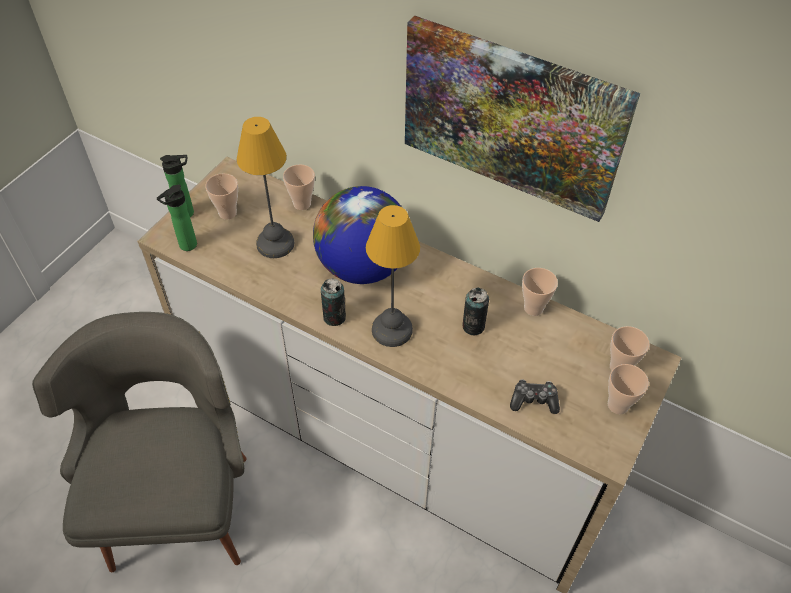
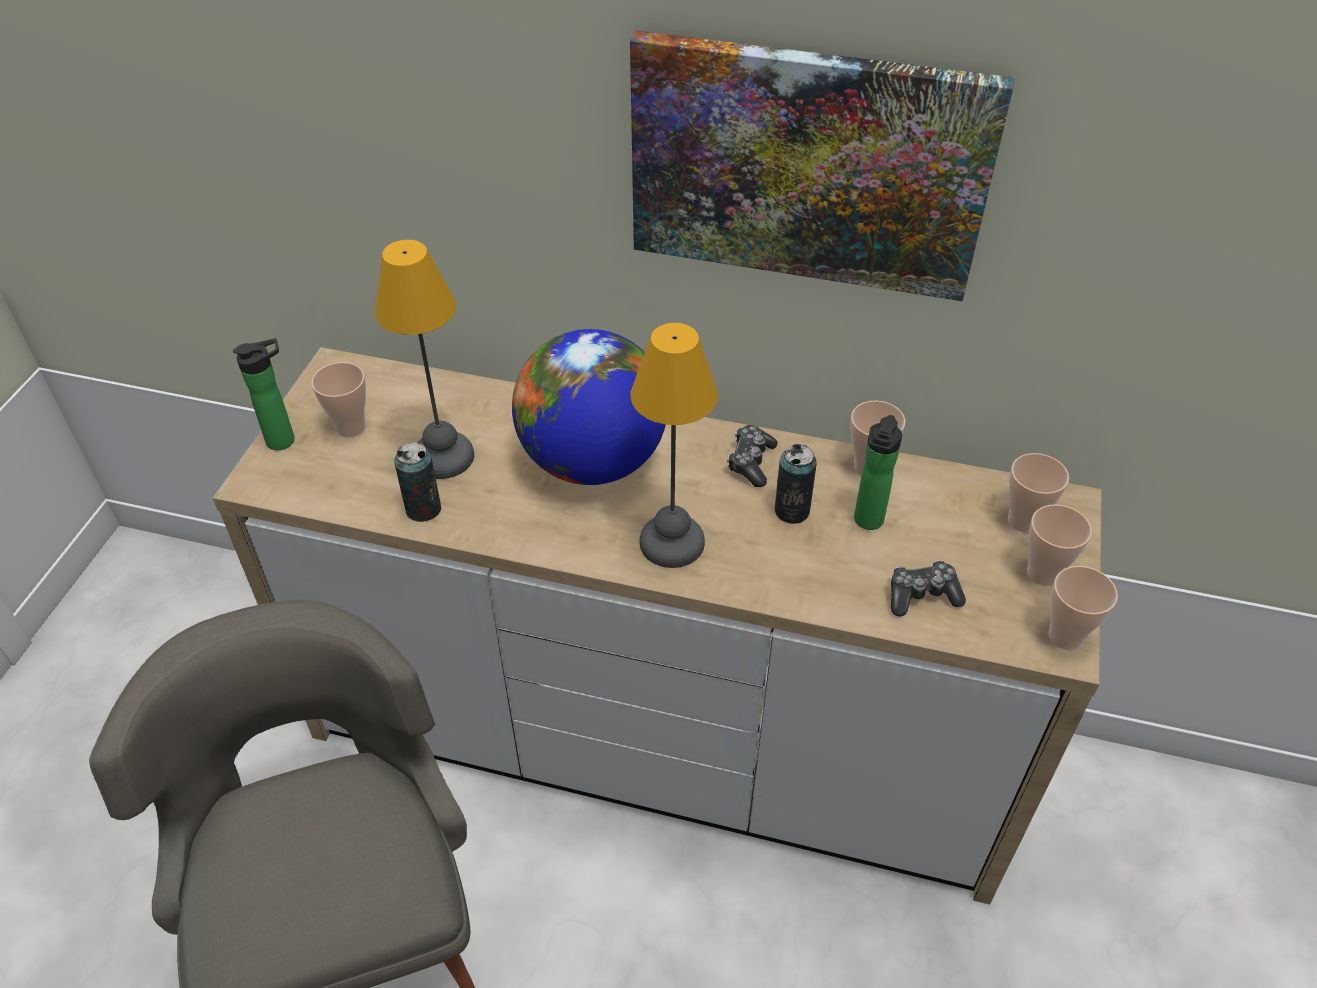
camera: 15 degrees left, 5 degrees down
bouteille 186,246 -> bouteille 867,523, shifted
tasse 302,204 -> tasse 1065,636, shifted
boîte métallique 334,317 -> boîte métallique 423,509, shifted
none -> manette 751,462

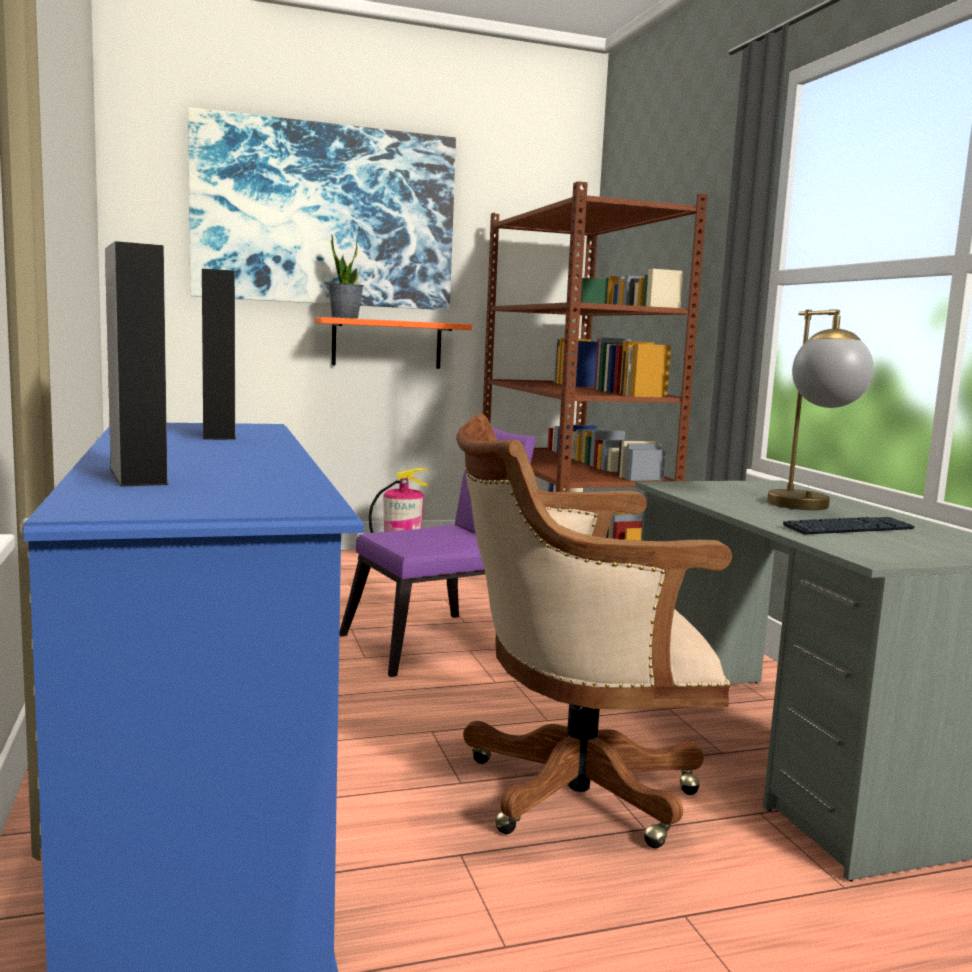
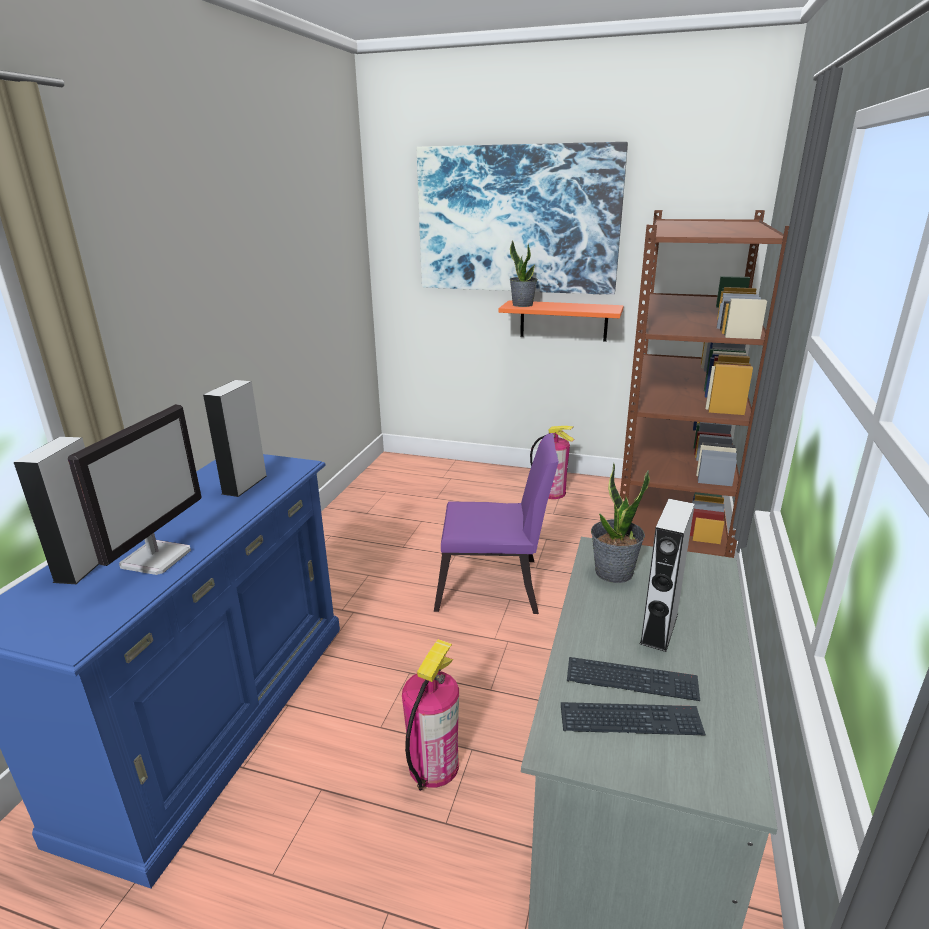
camera: 35 degrees right, 15 degrees up
chaise de bureau 568,792 -> extincteur 433,765
lampe de table 809,509 -> enceinte [gris] 659,628
none -> écran d'ordinateur 157,557
none -> clavier 630,721
none -> plante en pot 613,572

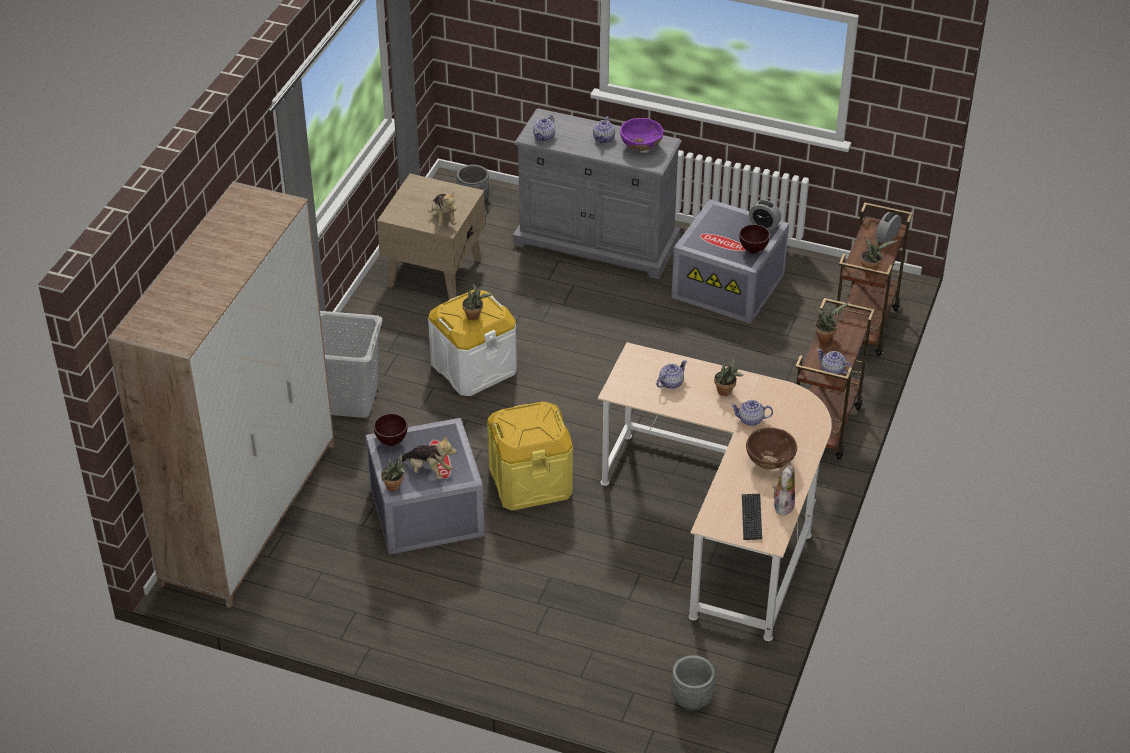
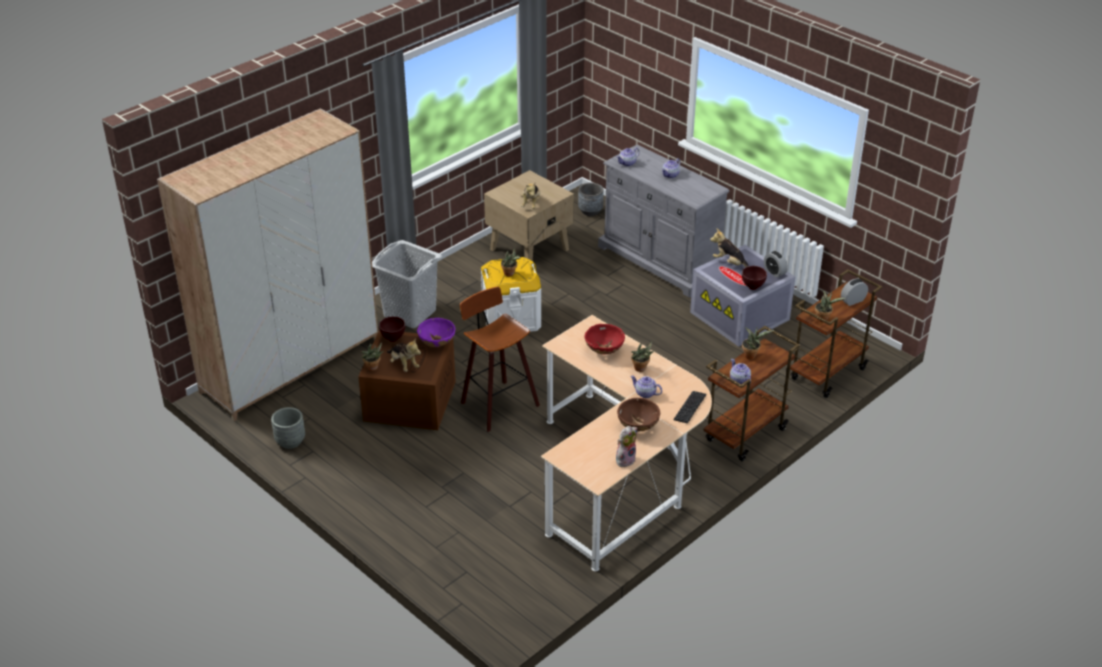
camera: 25 degrees right, 5 degrees down
boîte de rangement [gris] 425,510 -> boîte de rangement [marron] 409,400
boîte de rangement [jaune] 530,481 -> tabouret 496,404
bol [violet] 641,147 -> bol [violet] 437,343, shifted
théière 671,382 -> bol [rouge] 604,351
cache-pot [gris] 691,699 -> cache-pot [gris] 290,441, shifted
clavier 751,517 -> clavier 690,408, shifted
none -> peluche 730,263

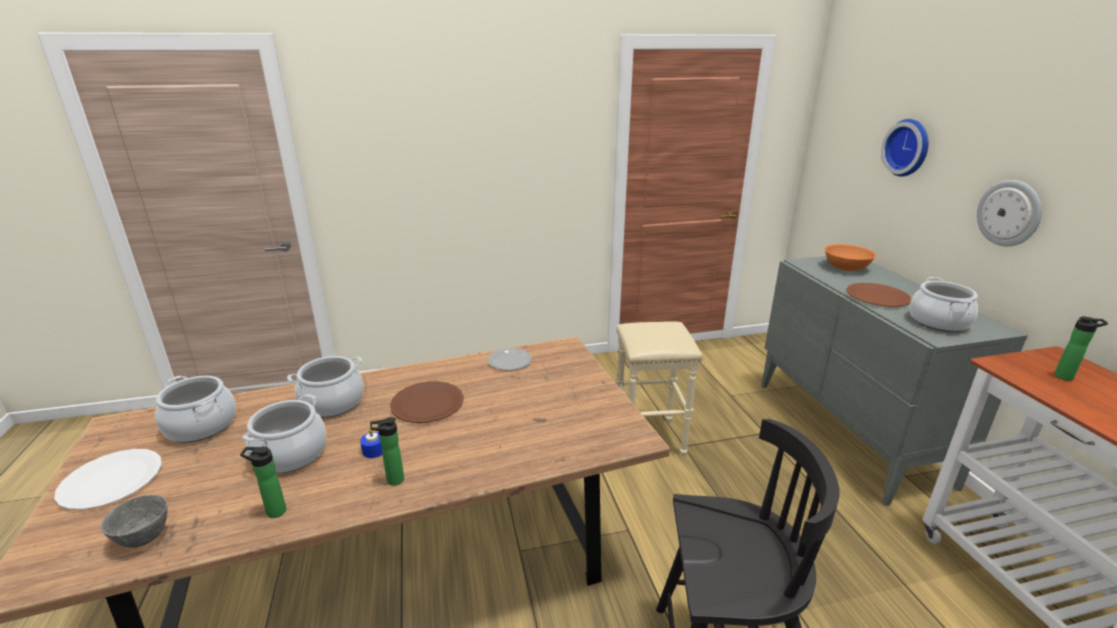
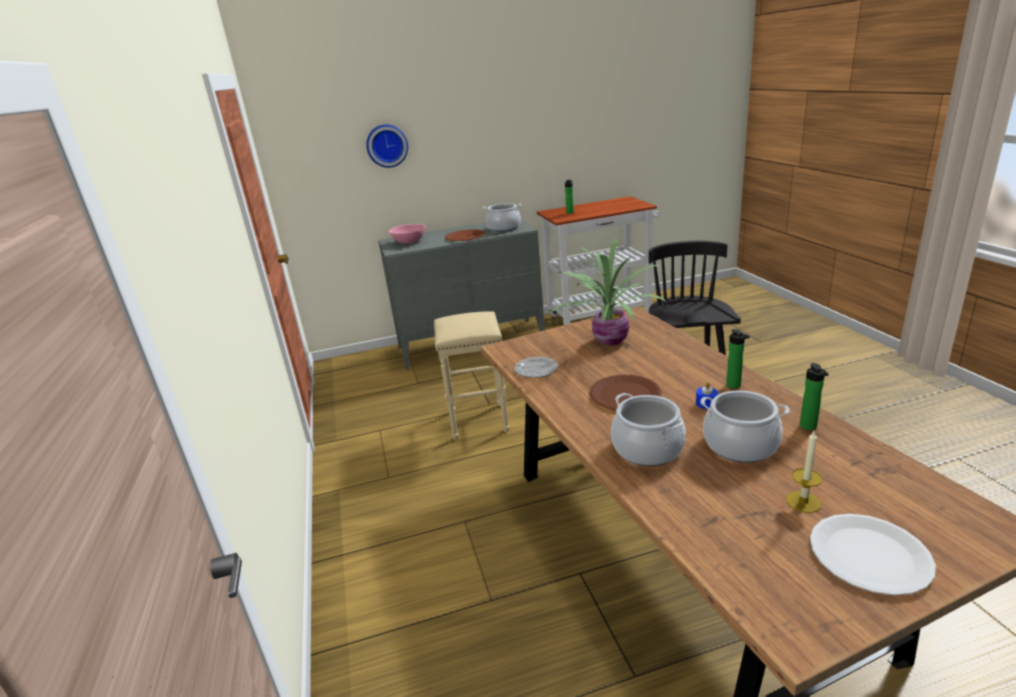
camera: 90 degrees left, 0 degrees up
bol [gris] 143,538 -> none
marmite 202,426 -> none
bol [orange] 846,267 -> bol [rose] 409,241
horloge murale 1009,213 -> none
none -> plante en pot 608,341
none -> bougie 803,502

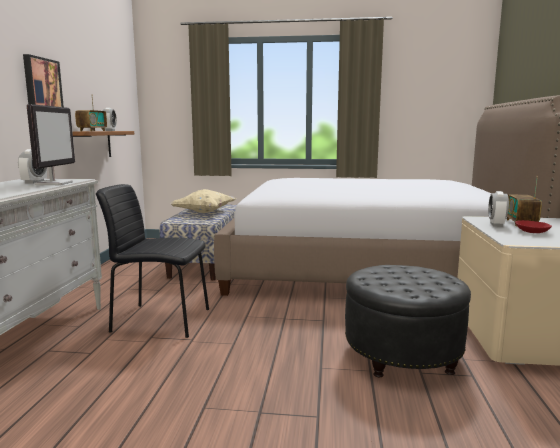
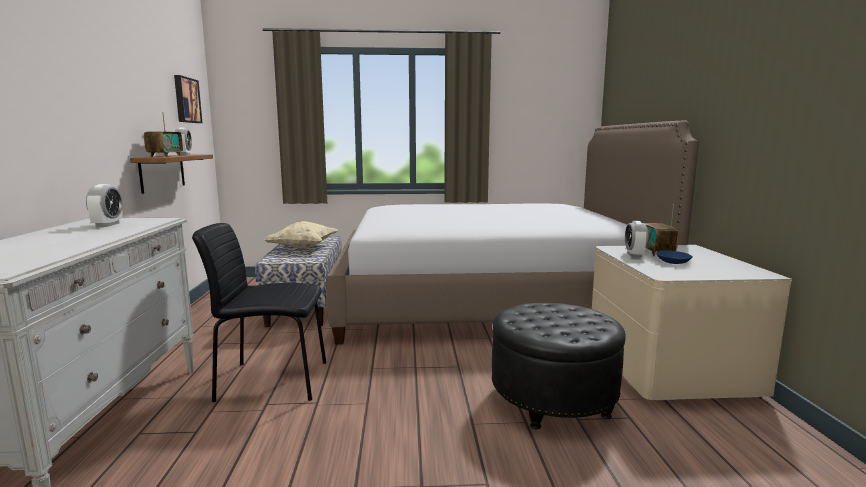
camera: 10 degrees left, 0 degrees up
tableau 41,83 -> tableau 186,100, shifted
écran d'ordinateur 54,183 -> none
bol [rouge] 532,232 -> bol [bleu] 673,262

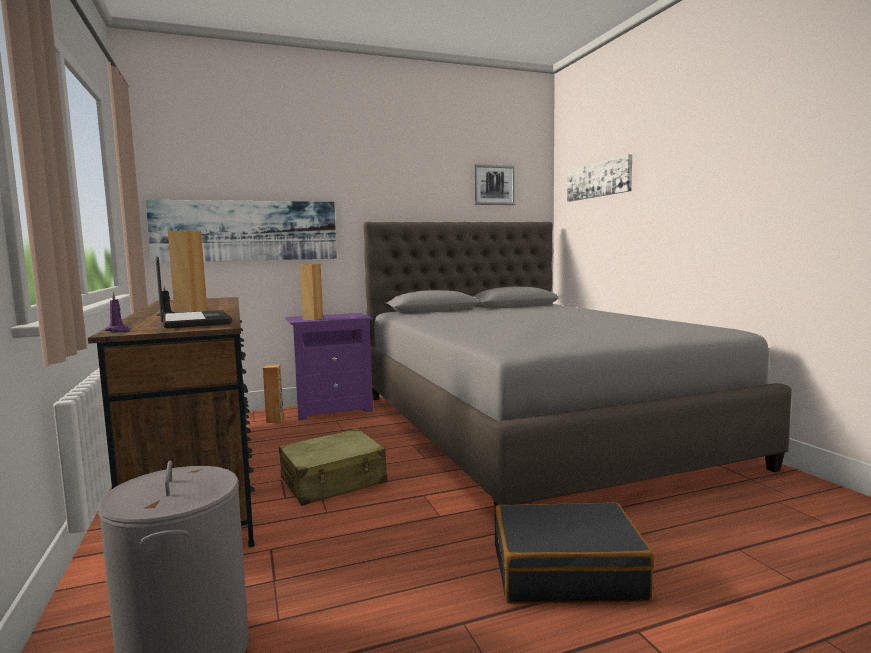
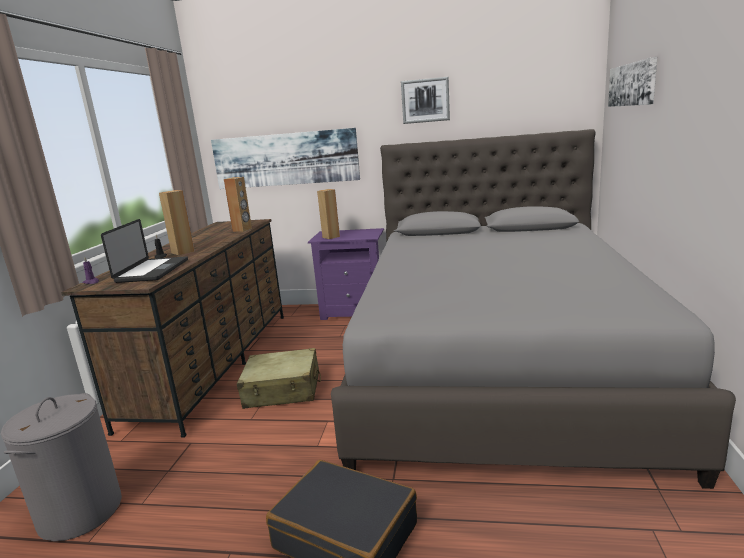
camera: 30 degrees right, 10 degrees up
enceinte [marron] 275,420 -> enceinte [marron] 242,230, shifted
tableau 494,185 -> tableau 425,100, shifted

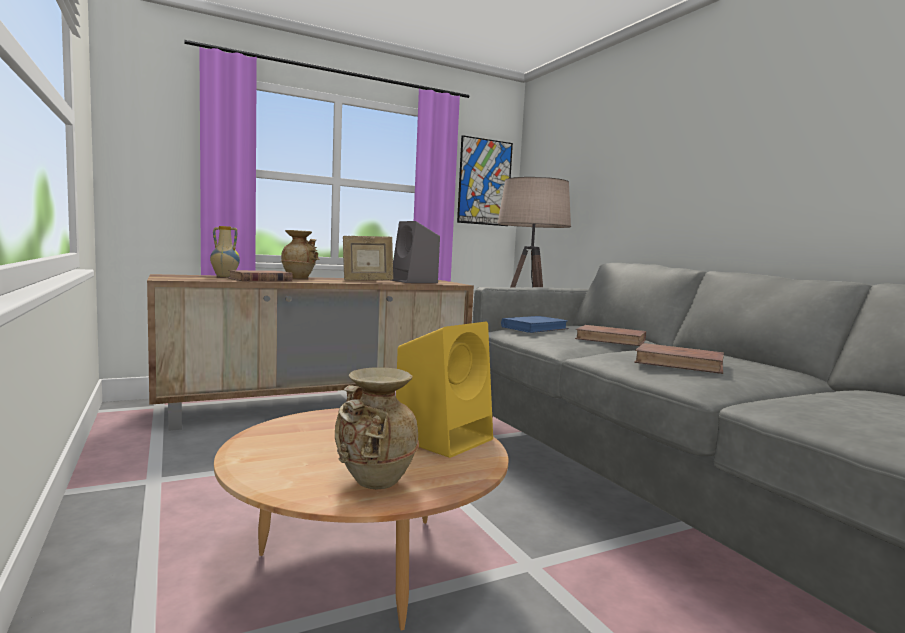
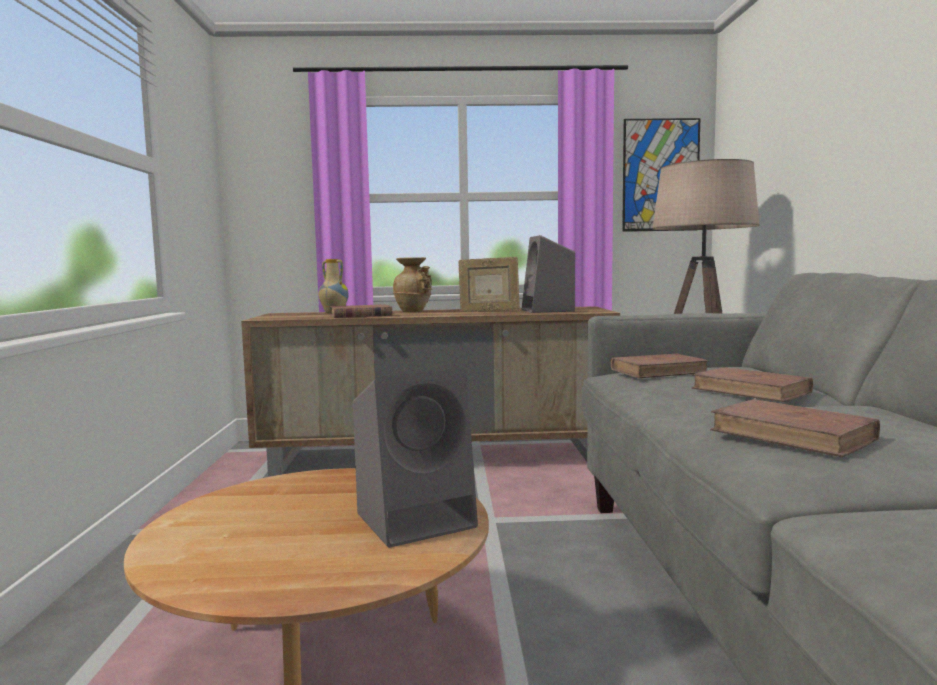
camera: 25 degrees right, 0 degrees up
vase [beige] 373,482 -> none
enceinte [jaune] 445,438 -> enceinte [gris] 418,519
livre [bleu] 534,328 -> livre [marron] 659,371

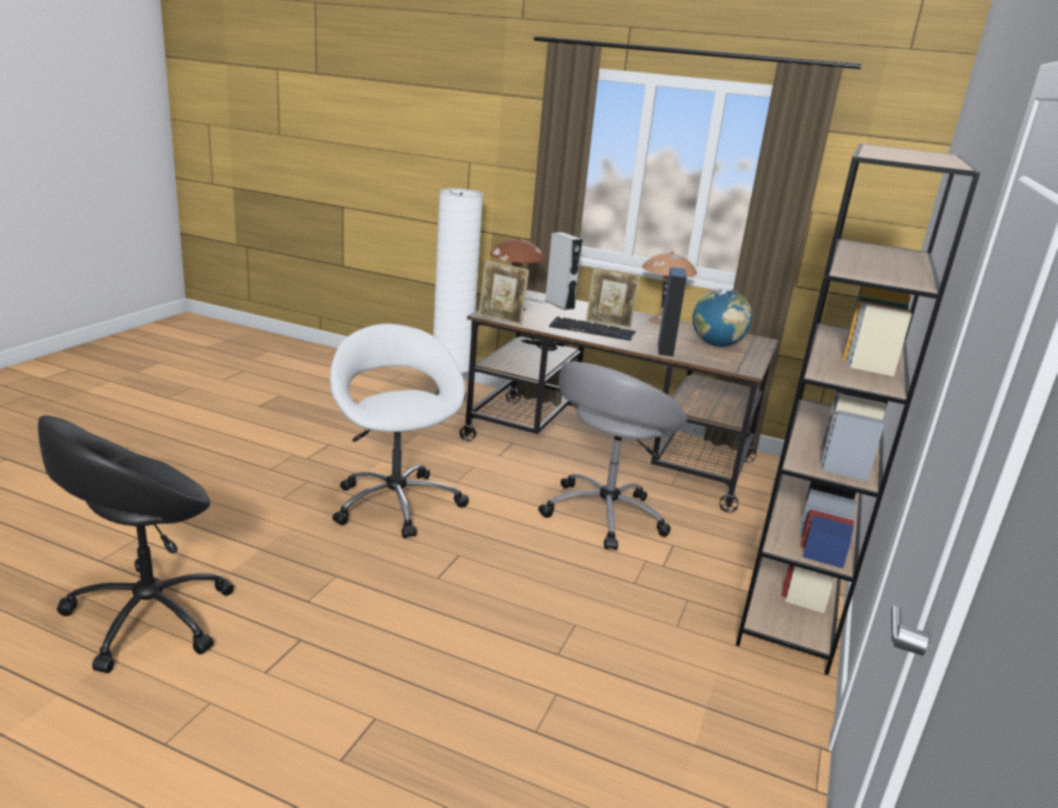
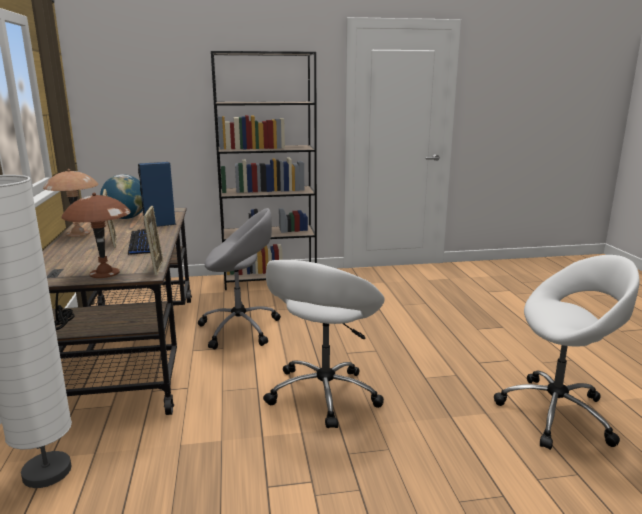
camera: 120 degrees left, 5 degrees down
chaise de bureau [noir] 145,618 -> chaise de bureau [blanc] 558,413
enceinte [gris] 559,304 -> none

